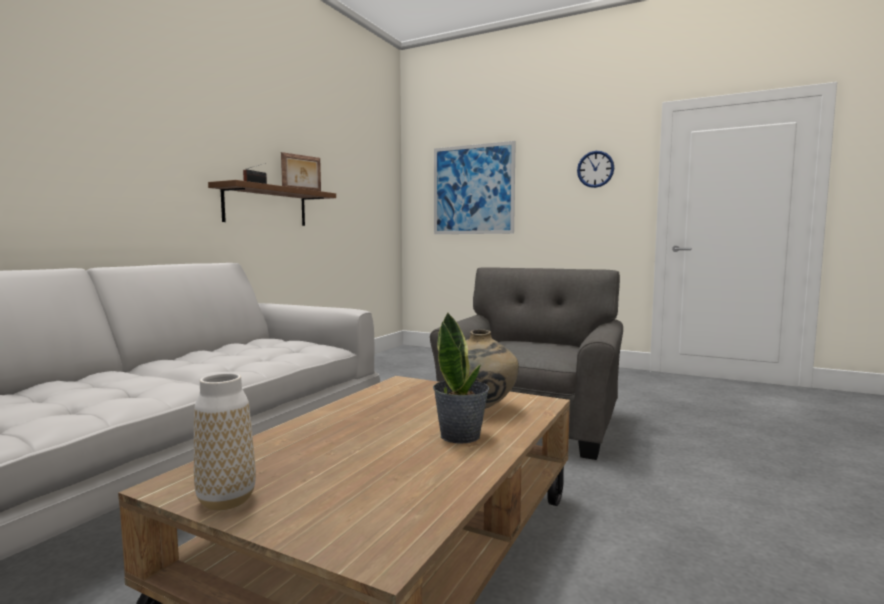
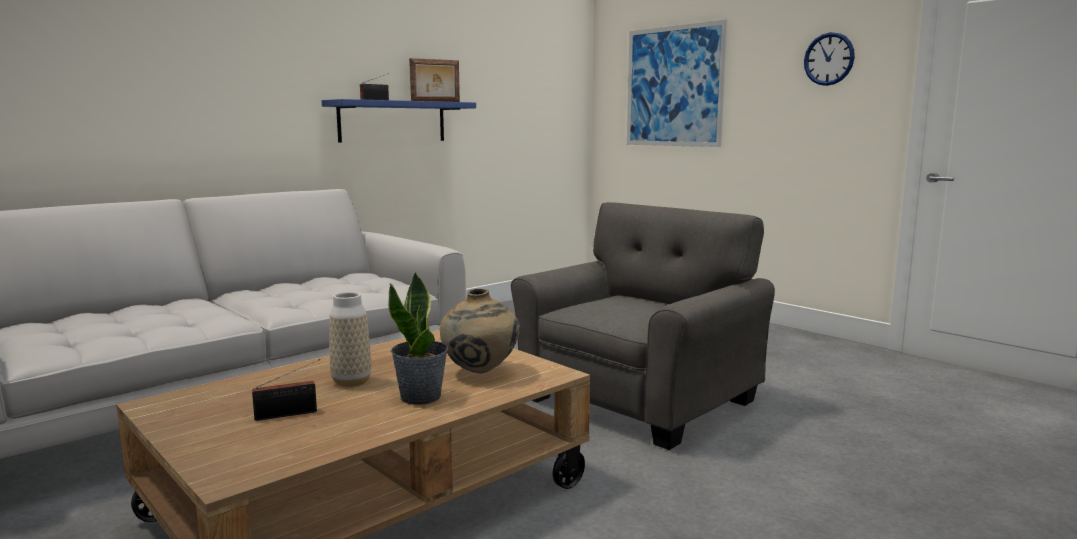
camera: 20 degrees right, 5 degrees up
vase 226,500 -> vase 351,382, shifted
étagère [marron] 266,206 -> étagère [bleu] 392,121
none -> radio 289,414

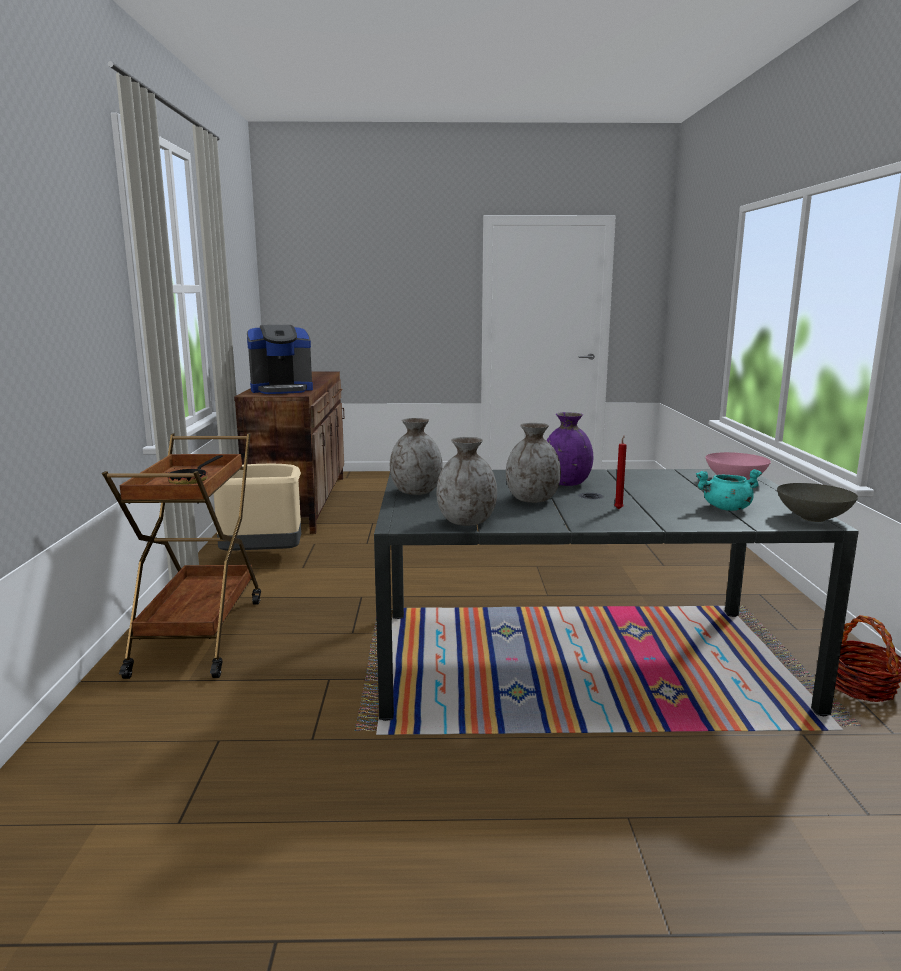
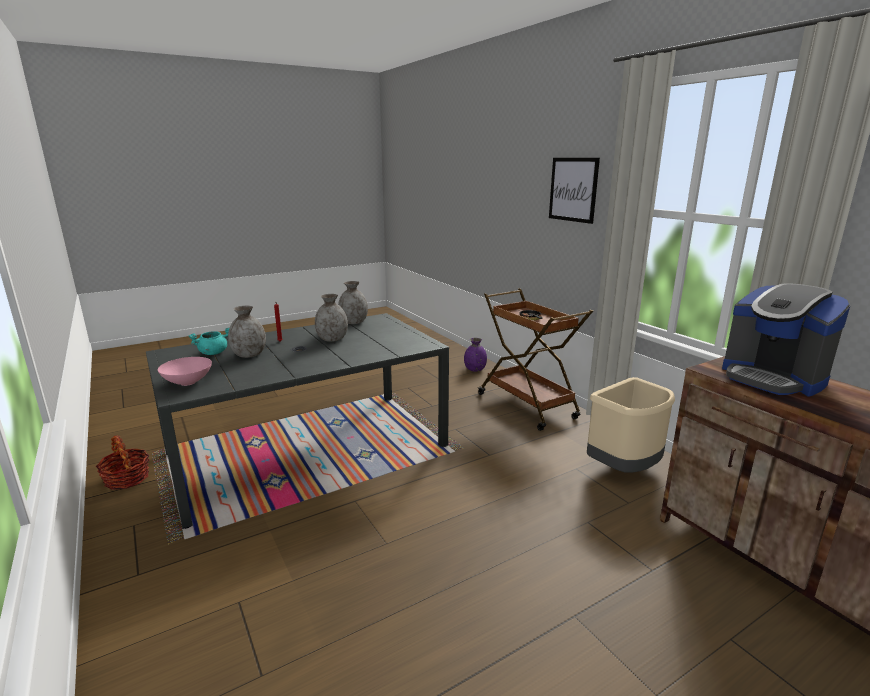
camera: 150 degrees right, 5 degrees up
machine à café 281,390 -> machine à café 772,378, 75 degrees counterclockwise
vase [gris] 416,492 -> vase [gris] 249,355, shifted
vase [violet] 566,483 -> vase [violet] 475,369, shifted
bol [gris] 813,519 -> none
none -> tableau 573,189

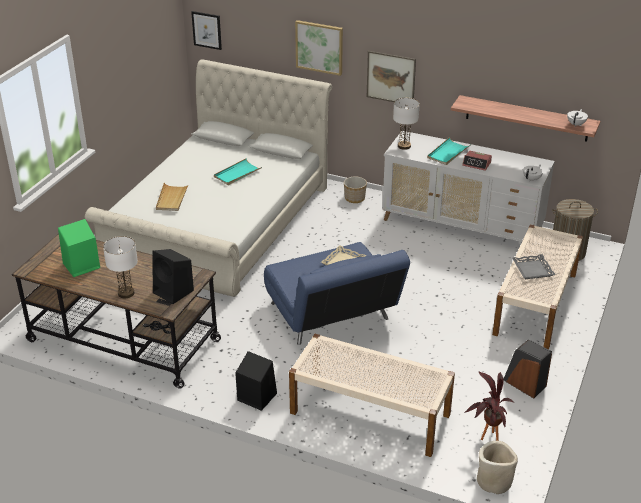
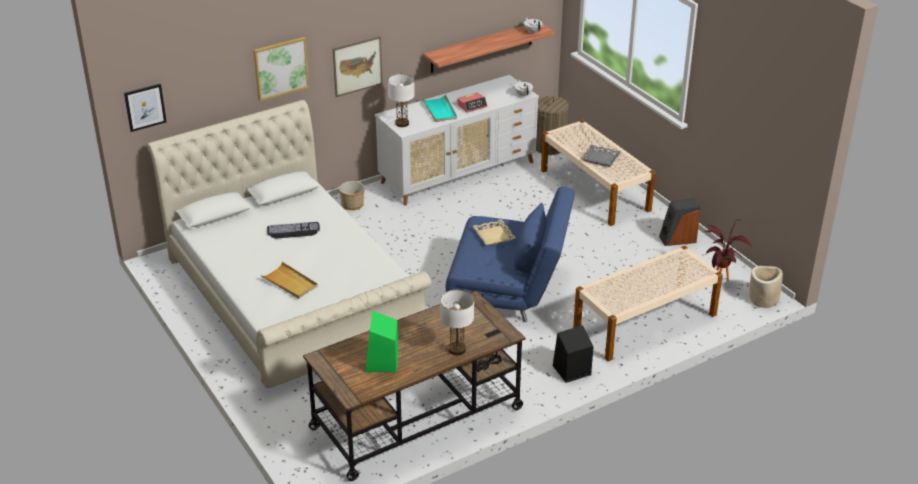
camera: 55 degrees left, 0 degrees up
enceinte [noir] 174,292 -> none
plateau [turquoise] 237,174 -> clavier 293,231

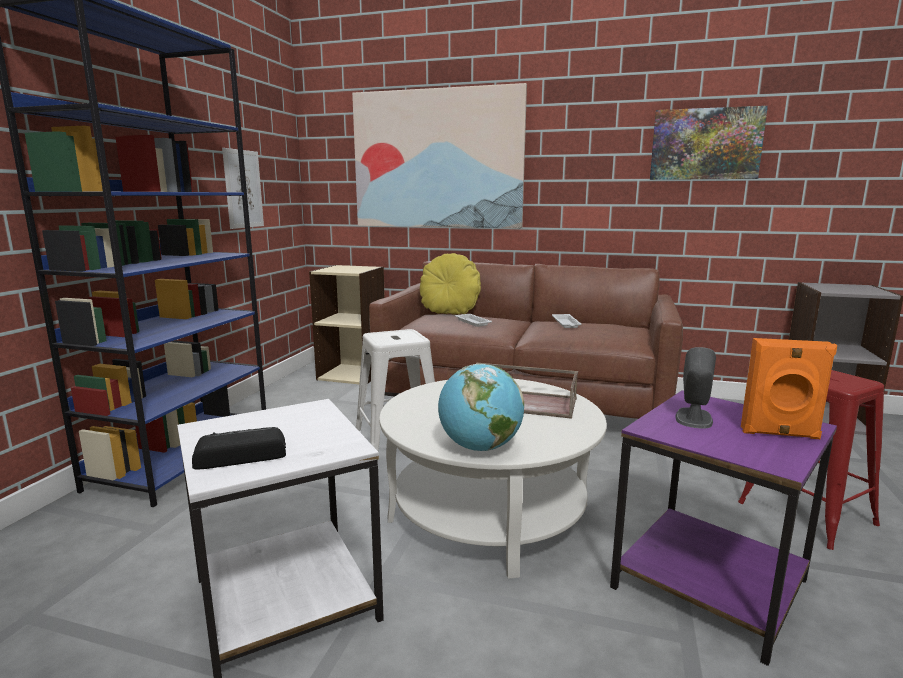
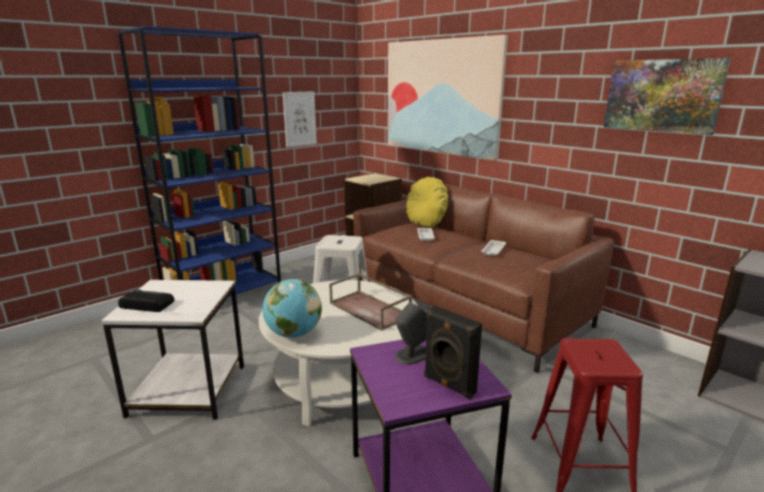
camera: 30 degrees right, 5 degrees up
enceinte [orange] 779,434 -> enceinte [noir] 448,385

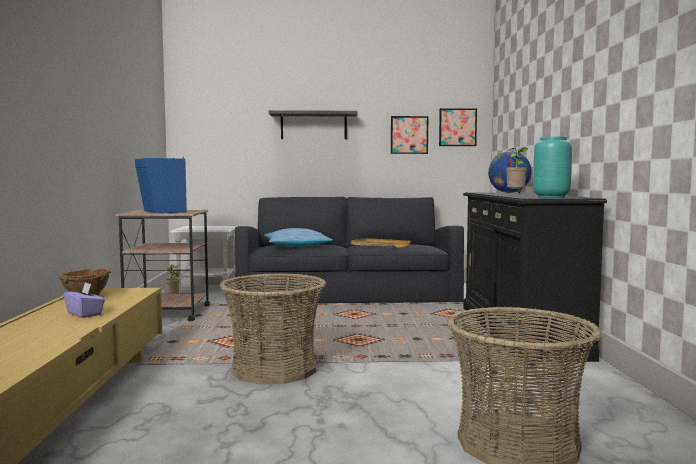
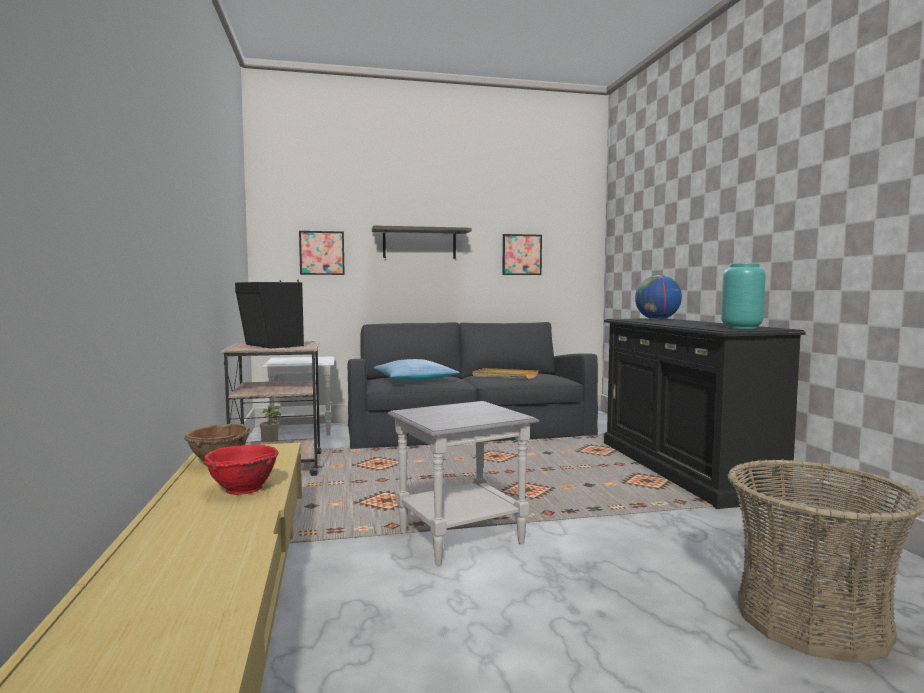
camera: 10 degrees left, 0 degrees up
boîte à mouchoirs [violet] 85,314 -> bol [rouge] 242,489
enceinte [bleu] 162,211 -> enceinte [noir] 271,345
panier 274,369 -> table d'appoint [gris] 462,537
tableau 457,127 -> tableau 322,253, shifted
plante en pot 516,195 -> none

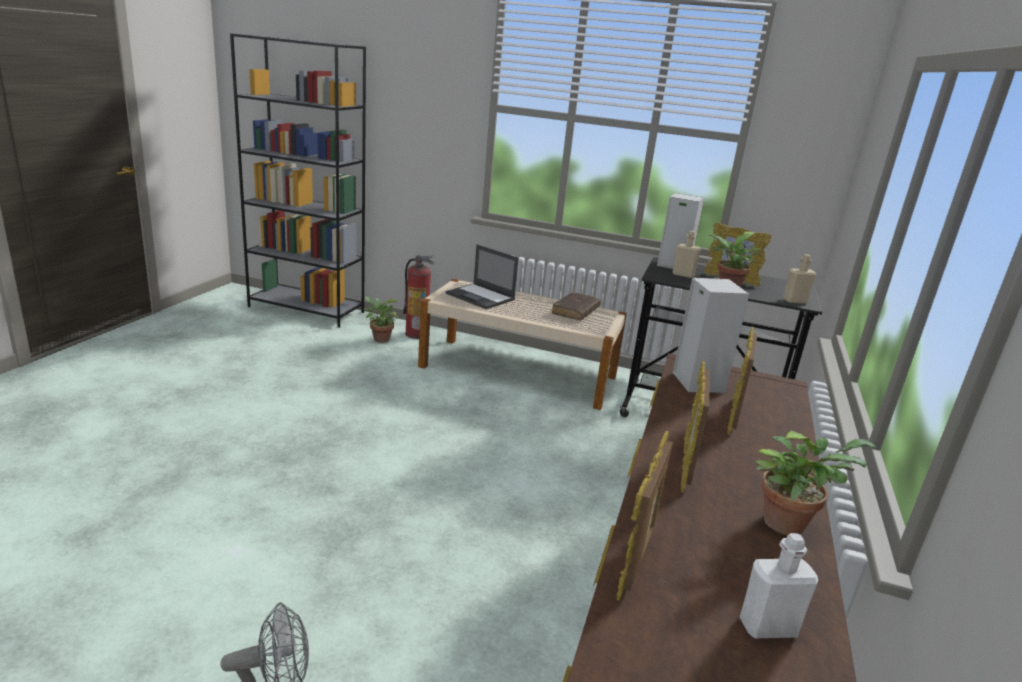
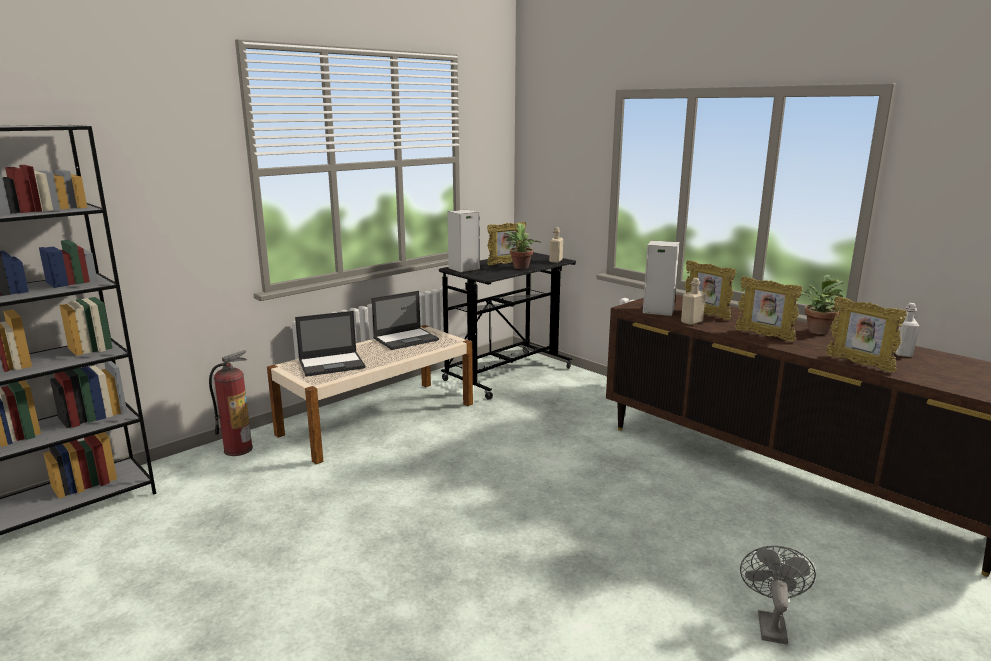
camera: 60 degrees left, 5 degrees down
plante en pot 379,339 -> none
livre [marron] 575,311 -> ordinateur portable 406,339
bouteille [beige] 683,275 -> bouteille [beige] 691,322, shifted

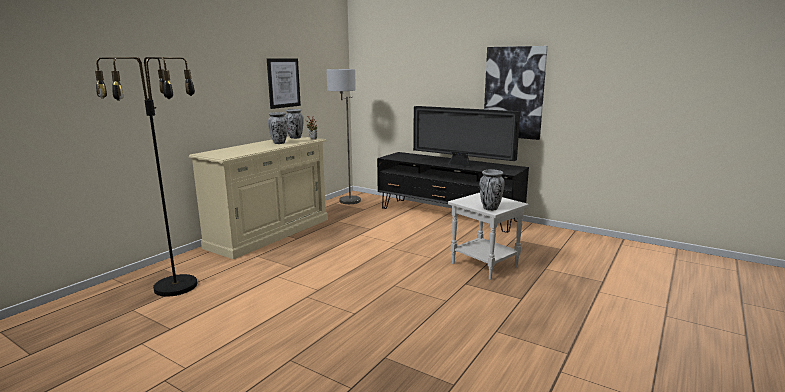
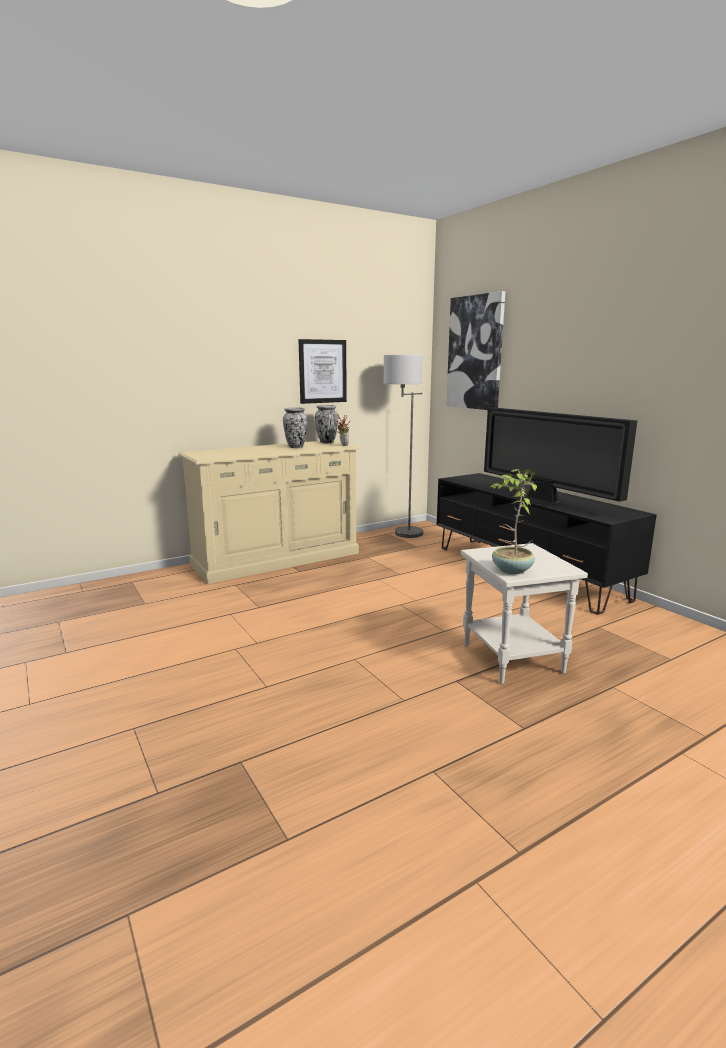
camera: 25 degrees right, 0 degrees up
lampadaire 176,287 -> none
vase 490,208 -> plante en pot 511,570
tableau 514,92 -> tableau 475,353, shifted

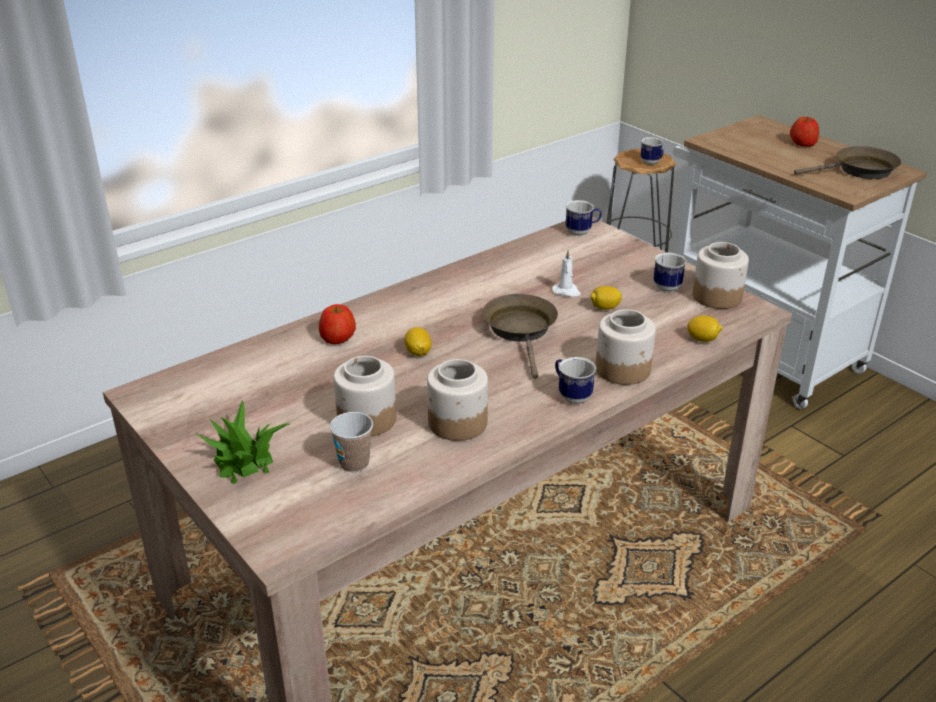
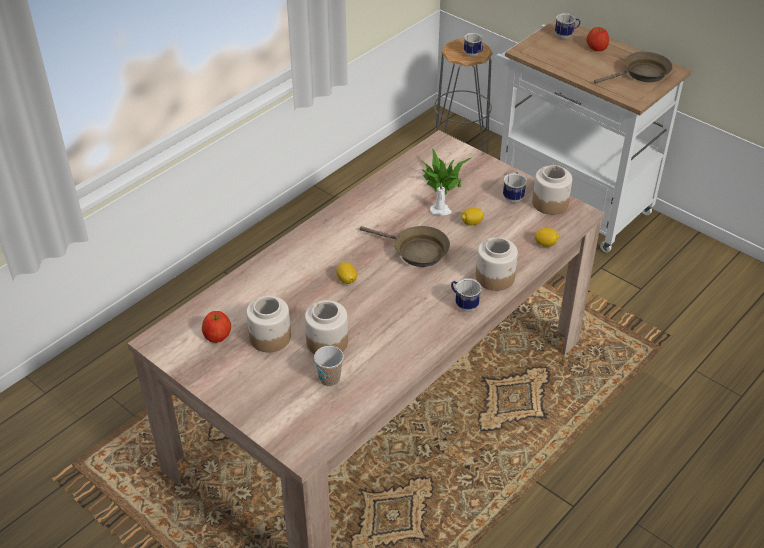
camera: 10 degrees left, 10 degrees up
plante en pot 243,459 -> plante en pot 442,181, shifted
pomme 338,338 -> pomme 217,335, shifted
bocal 457,423 -> bocal 270,338, shifted
poêle [marron] 521,331 -> poêle [marron] 416,251, 135 degrees clockwise
mug 582,232 -> mug 566,35, shifted

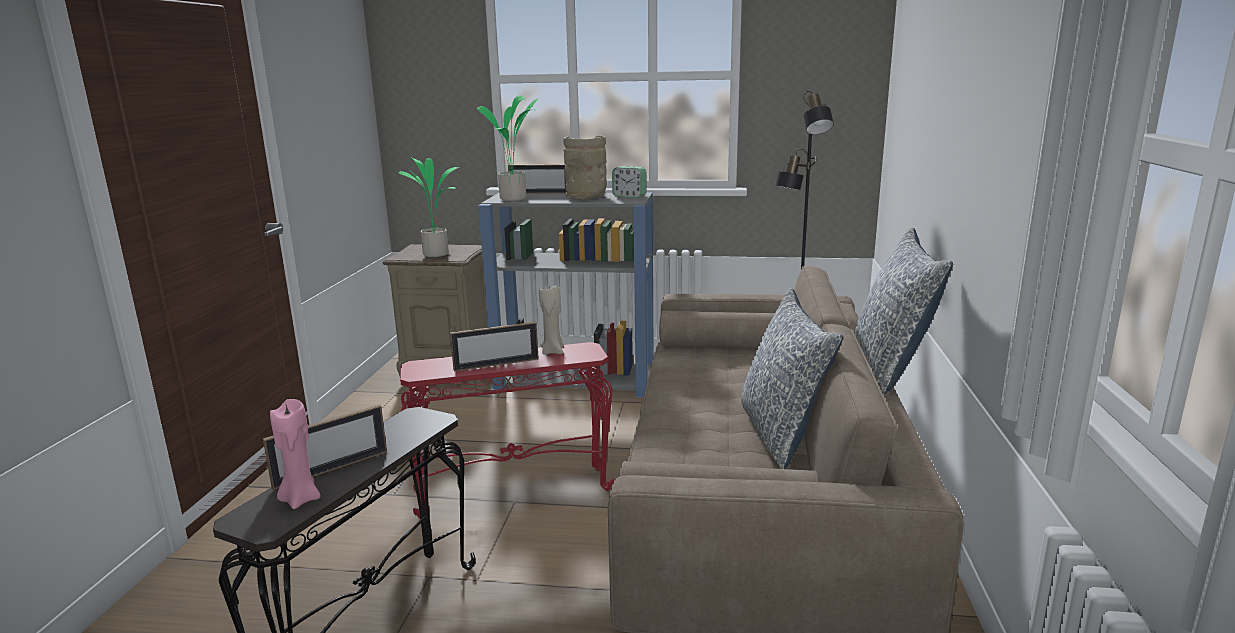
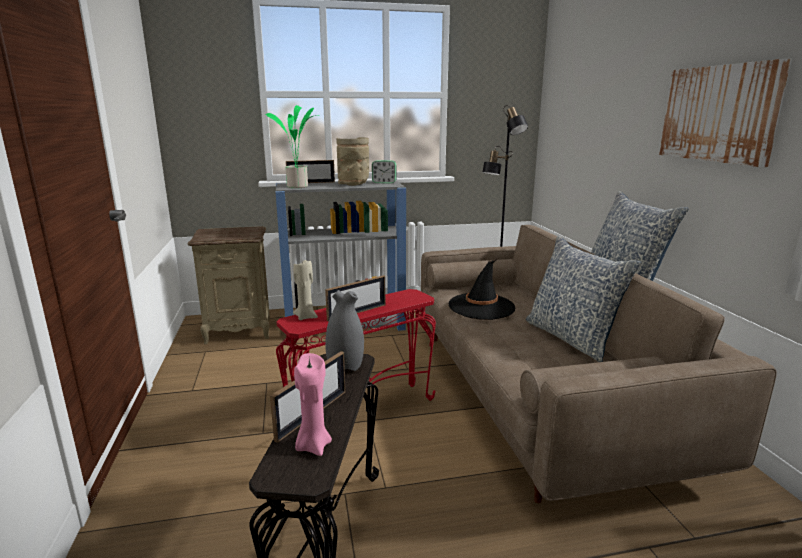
camera: 20 degrees left, 0 degrees up
plante en pot 436,254 -> none
bougie [beige] 553,351 -> bougie [beige] 306,317, shifted
none -> vase [gris] 345,367
none -> chapeau [noir] 481,307
none -> tableau 718,114

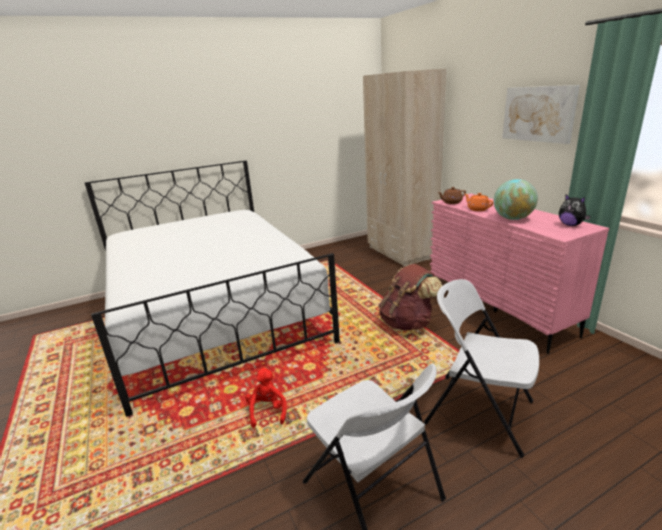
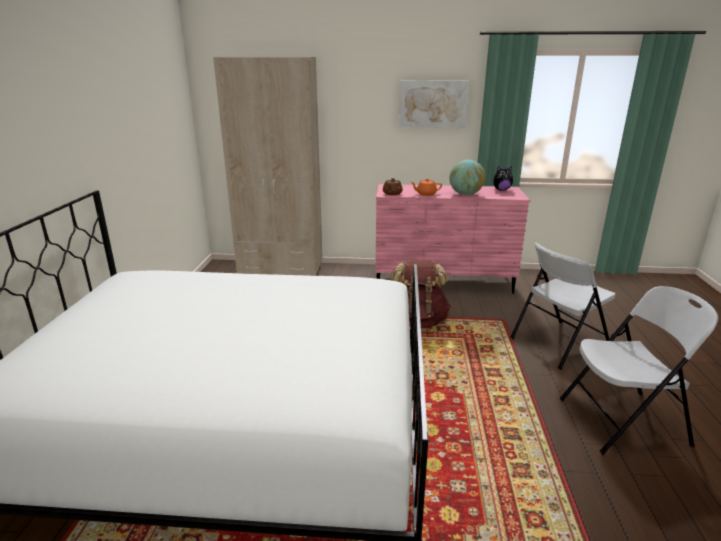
camera: 60 degrees left, 0 degrees up
peluche [rouge] 267,411 -> none

